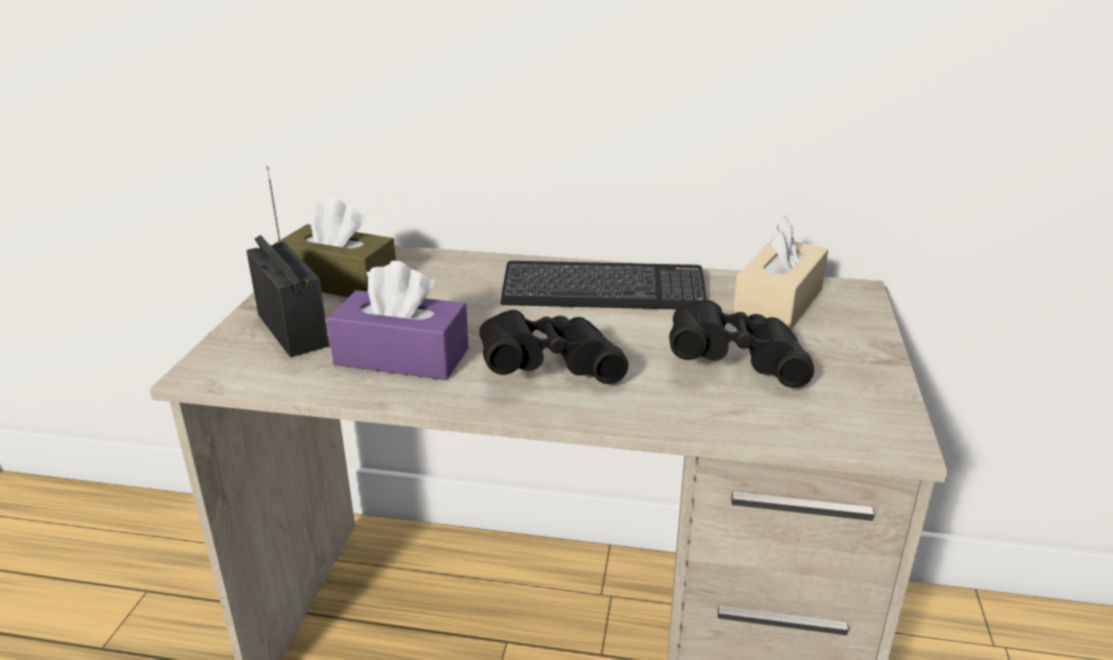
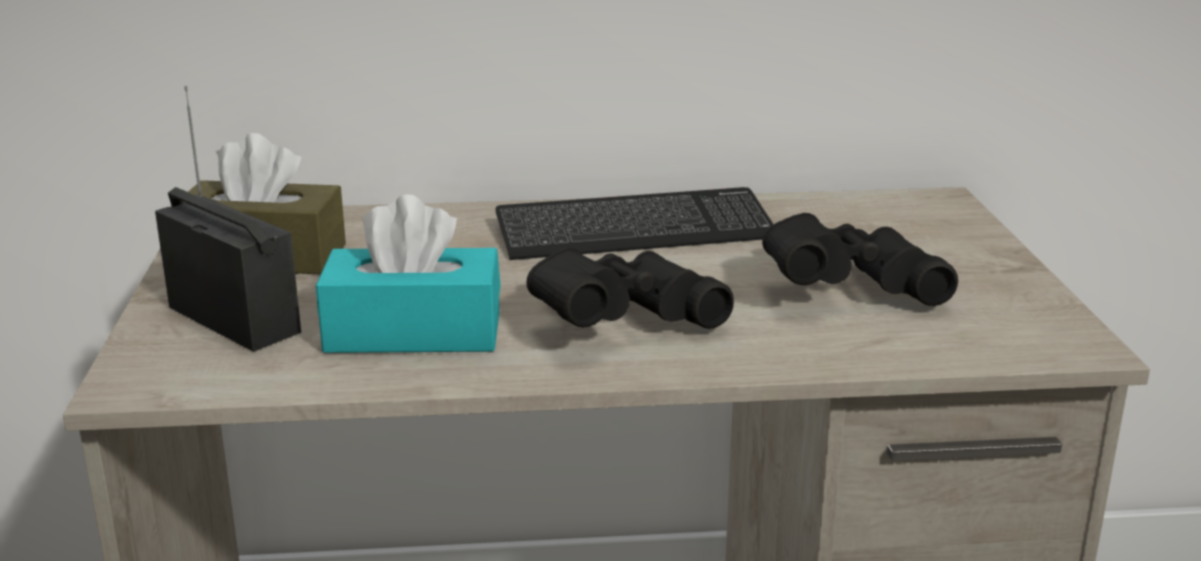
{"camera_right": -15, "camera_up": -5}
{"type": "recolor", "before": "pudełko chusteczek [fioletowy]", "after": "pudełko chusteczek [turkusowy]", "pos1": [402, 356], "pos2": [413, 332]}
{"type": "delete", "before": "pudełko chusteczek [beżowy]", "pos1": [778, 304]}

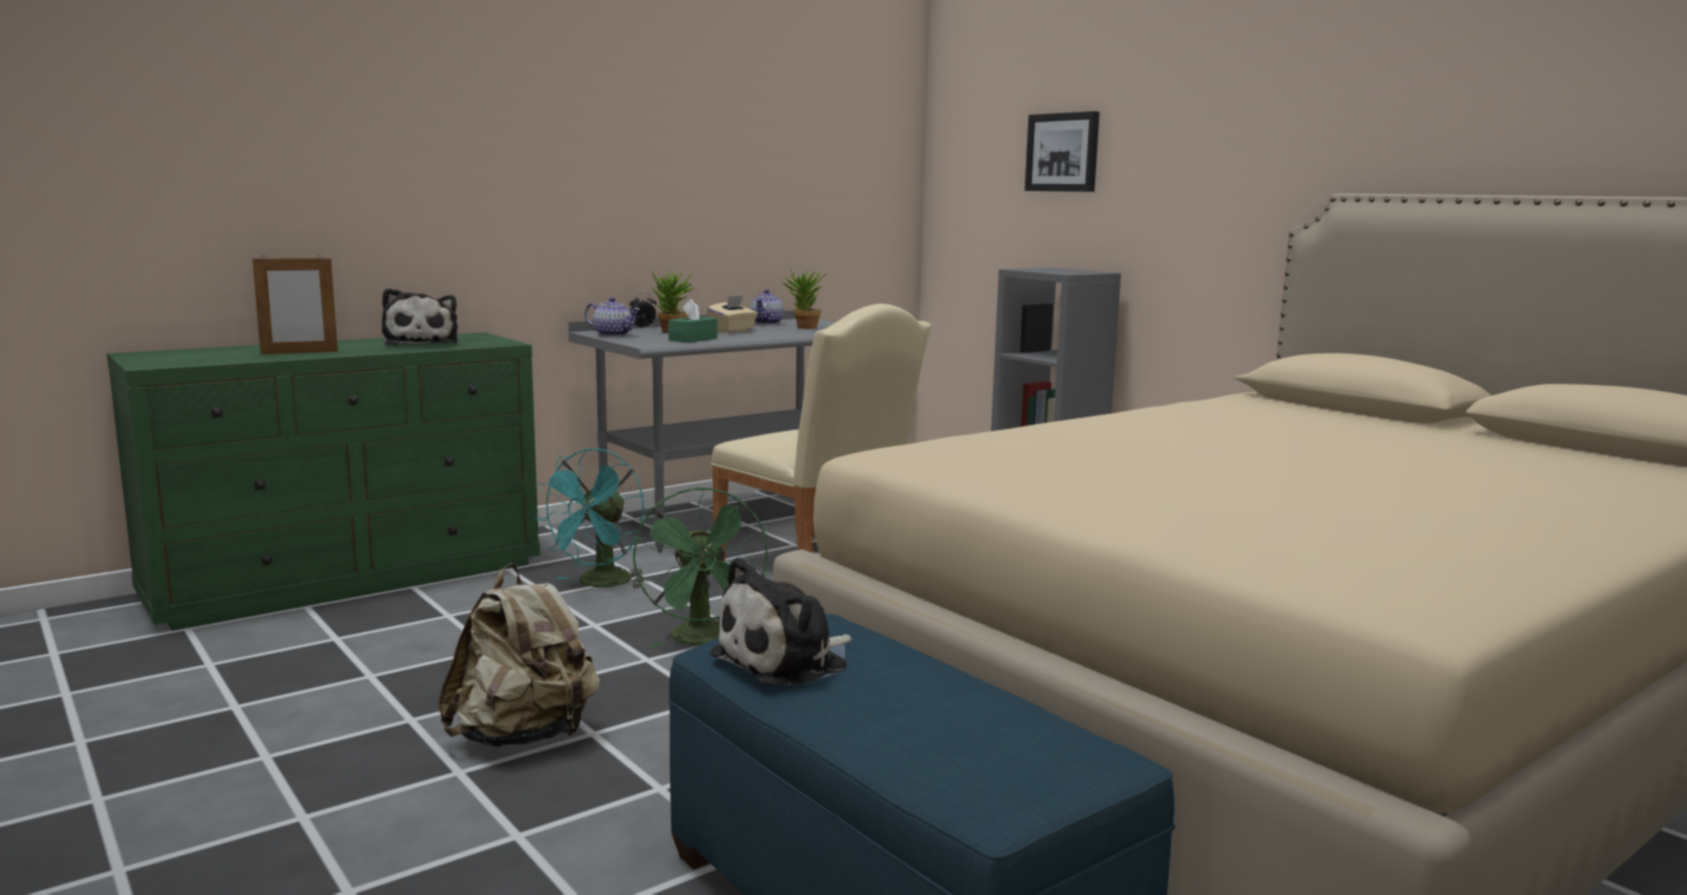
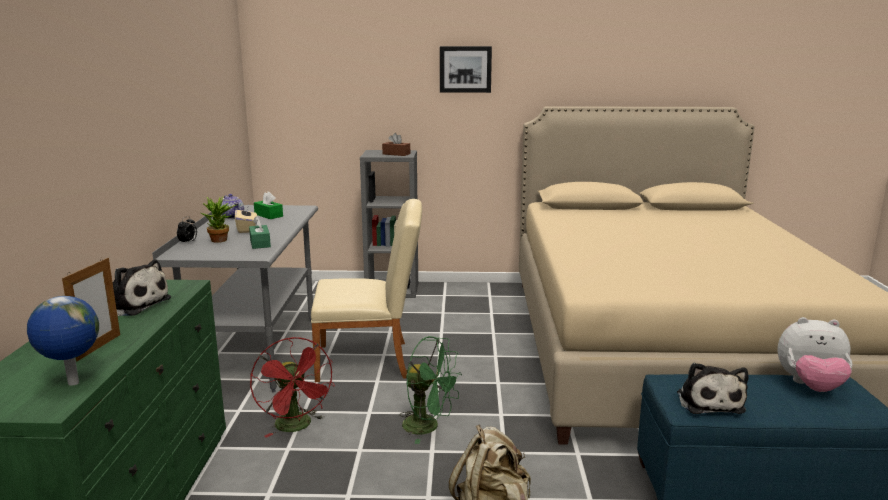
{"camera_right": -50, "camera_up": 5}
{"type": "insert", "after": "globus", "pos2": [72, 383]}
{"type": "recolor", "before": "wentylator [turkusowy]", "after": "wentylator [czerwony]", "pos1": [599, 584], "pos2": [297, 427]}
{"type": "replace", "before": "roślina doniczkowa", "after": "pudełko chusteczek [zielony]", "pos1": [803, 328], "pos2": [268, 215]}
{"type": "insert", "after": "pudełko chusteczek [brązowy]", "pos2": [396, 154]}
{"type": "move", "before": "obraz", "pos1": [1063, 152], "pos2": [465, 69]}
{"type": "insert", "after": "pluszak", "pos2": [810, 386]}
{"type": "delete", "before": "imbryk", "pos1": [613, 335]}

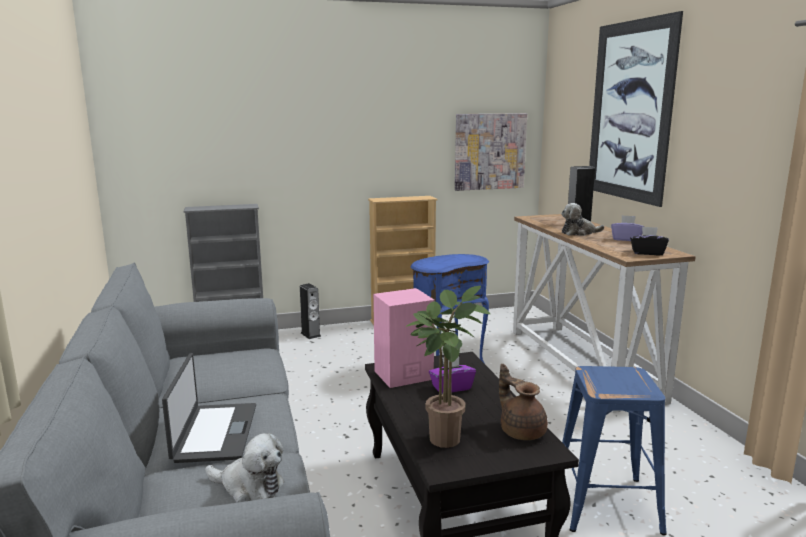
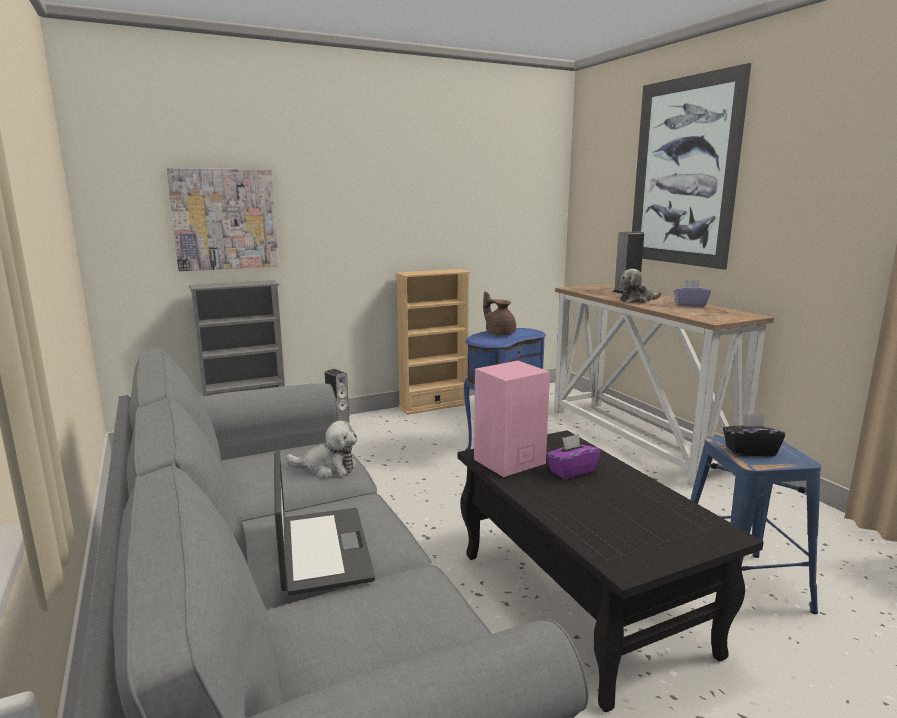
{"camera_right": -10, "camera_up": 0}
{"type": "move", "before": "obraz", "pos1": [489, 151], "pos2": [225, 219]}
{"type": "move", "before": "pluszak", "pos1": [249, 486], "pos2": [327, 467]}
{"type": "move", "before": "imbryk [brązowy]", "pos1": [521, 431], "pos2": [499, 333]}
{"type": "move", "before": "pudełko chusteczek [czarny]", "pos1": [647, 253], "pos2": [750, 451]}
{"type": "delete", "before": "roślina doniczkowa", "pos1": [443, 436]}

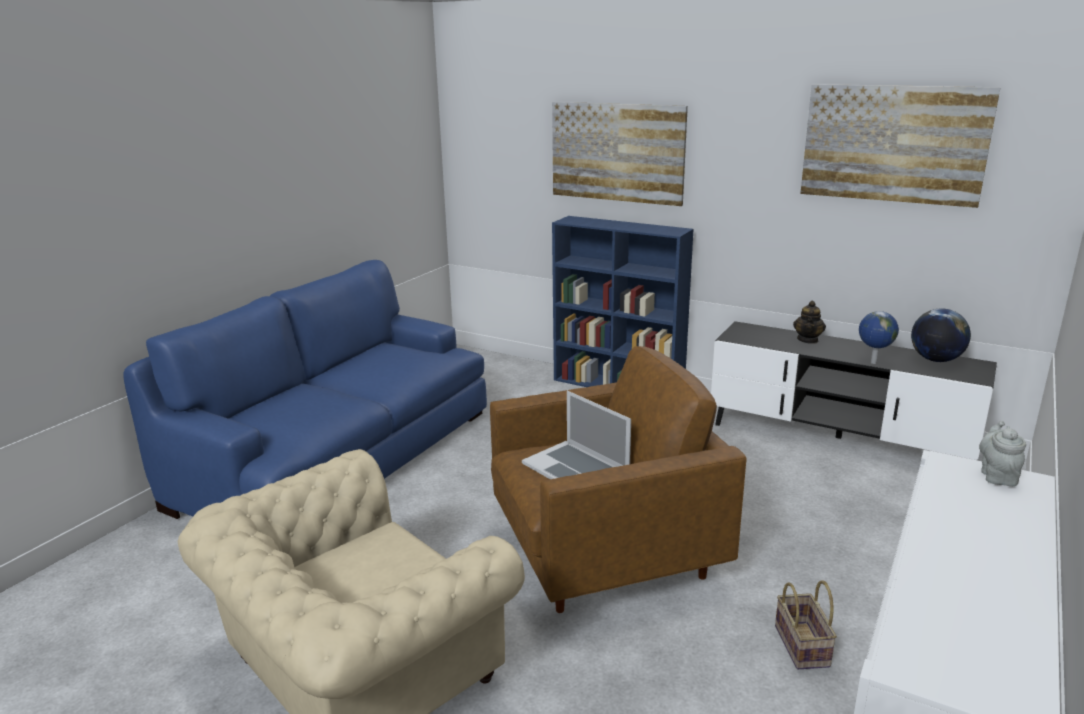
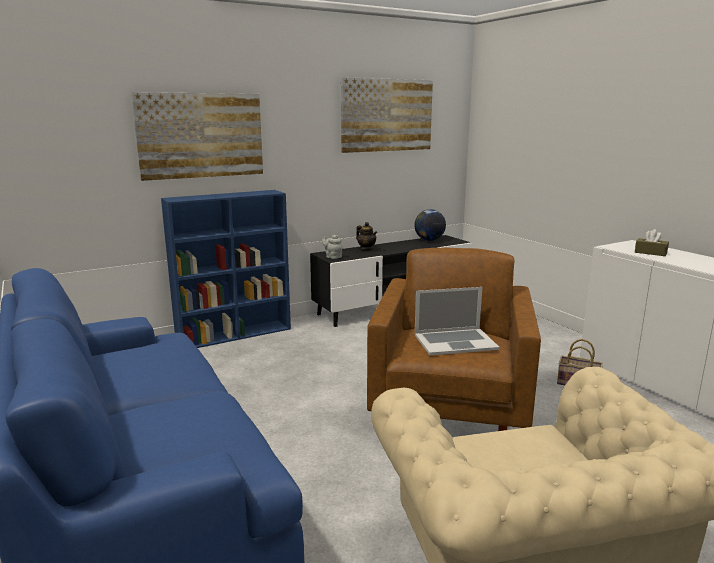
{"camera_right": -60, "camera_up": -5}
{"type": "move", "before": "imbryk [szary]", "pos1": [997, 476], "pos2": [332, 257]}
{"type": "insert", "after": "pudełko chusteczek [brązowy]", "pos2": [650, 253]}
{"type": "delete", "before": "globus", "pos1": [873, 362]}

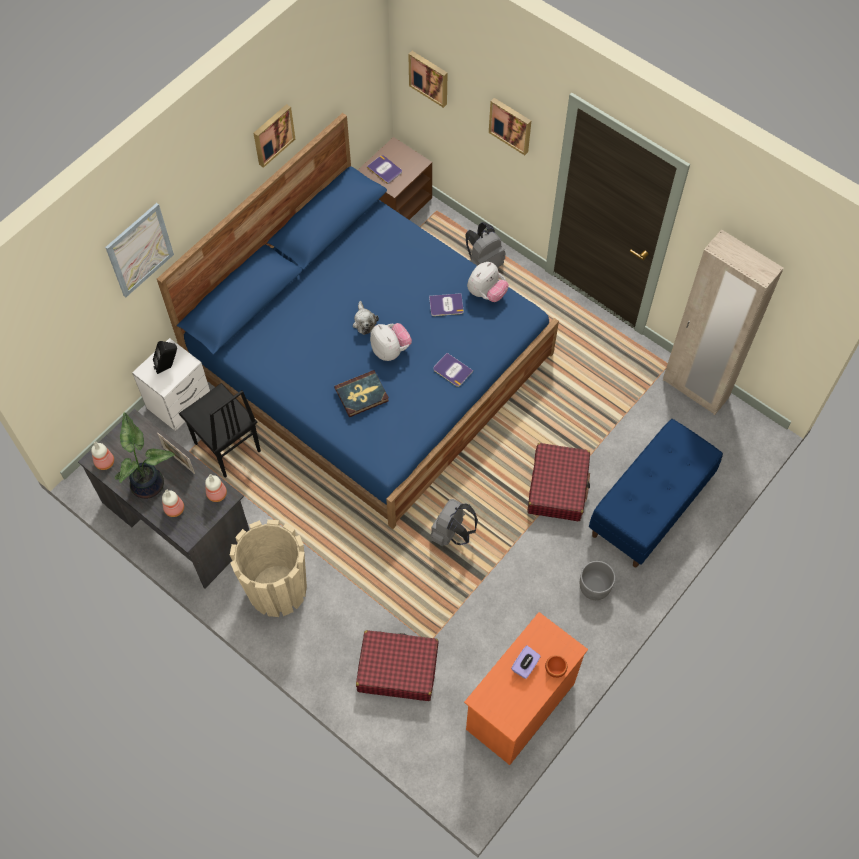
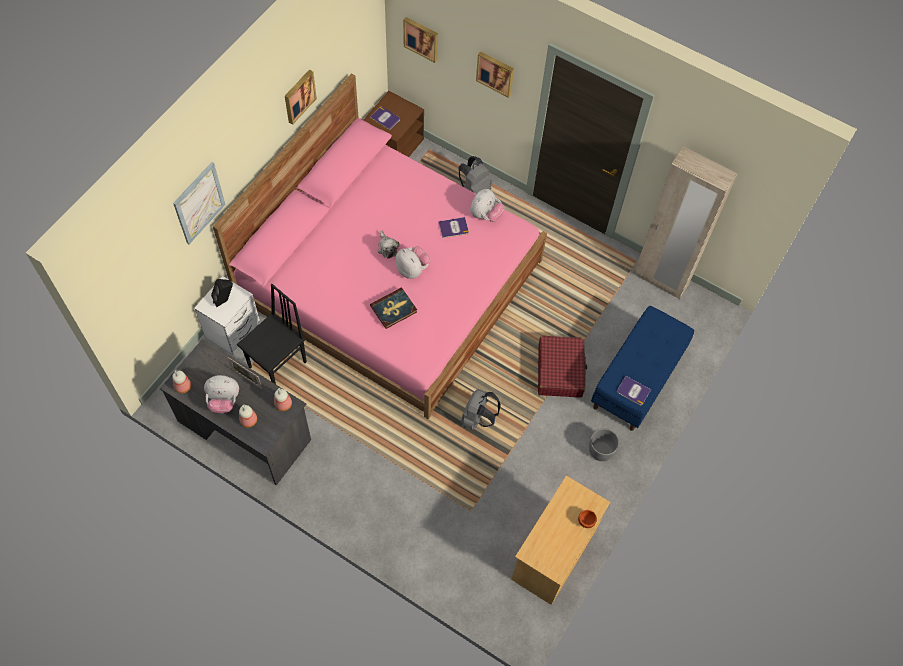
{"camera_right": -10, "camera_up": 0}
{"type": "replace", "before": "roślina doniczkowa", "after": "pluszak", "pos1": [149, 483], "pos2": [224, 400]}
{"type": "recolor", "before": "łóżko [niebieski]", "after": "łóżko [różowy]", "pos1": [370, 361], "pos2": [390, 280]}
{"type": "rotate", "before": "krzesło [czarny]", "pos1": [227, 448], "pos2": [279, 365], "turn": -90}
{"type": "recolor", "before": "komoda [pomarańczowy]", "after": "komoda [beżowy]", "pos1": [519, 707], "pos2": [553, 556]}
{"type": "move", "before": "książka", "pos1": [452, 370], "pos2": [633, 391]}
{"type": "delete", "before": "donica [beżowy]", "pos1": [277, 589]}
{"type": "delete", "before": "walizka [czerwony]", "pos1": [397, 669]}
{"type": "delete", "before": "pudełko chusteczek [fioletowy]", "pos1": [525, 666]}

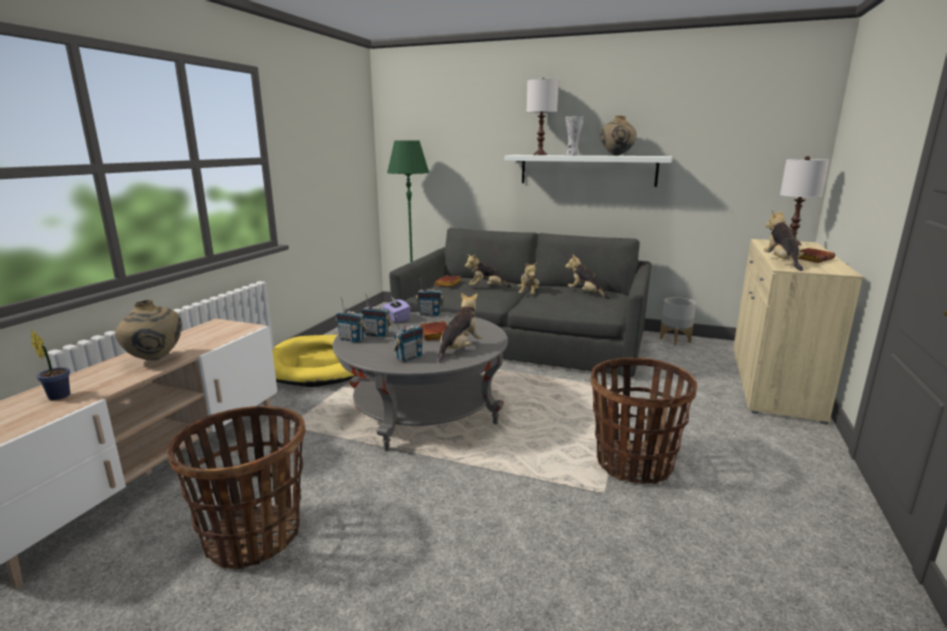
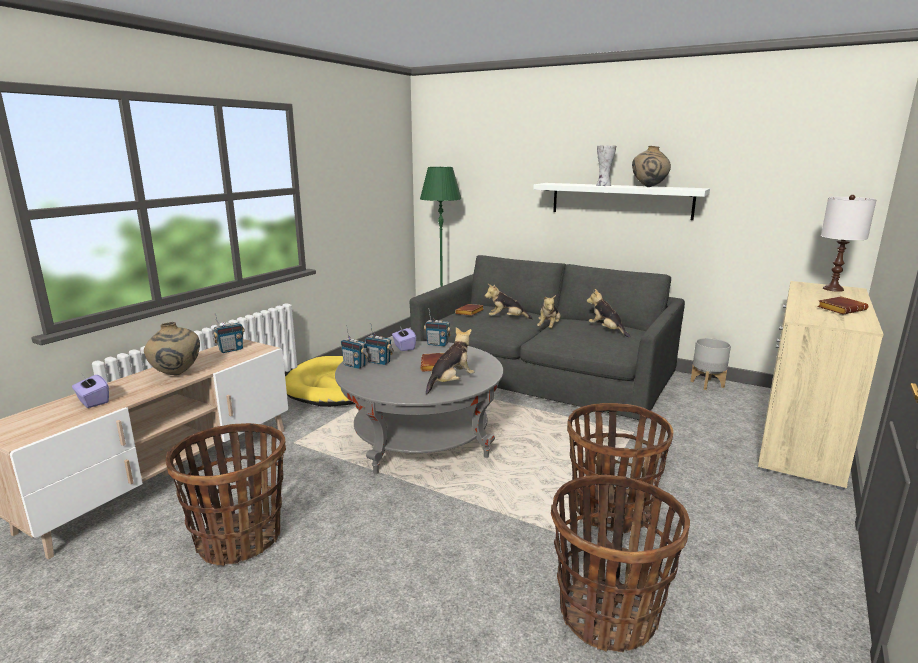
{"camera_right": 10, "camera_up": 0}
{"type": "replace", "before": "roślina doniczkowa", "after": "pudełko chusteczek [fioletowy]", "pos1": [58, 395], "pos2": [93, 401]}
{"type": "move", "before": "radio", "pos1": [409, 357], "pos2": [231, 350]}
{"type": "insert", "after": "koszyk", "pos2": [608, 615]}
{"type": "delete", "before": "lampa stołowa [biały]", "pos1": [540, 155]}
{"type": "delete", "before": "pluszak", "pos1": [781, 263]}

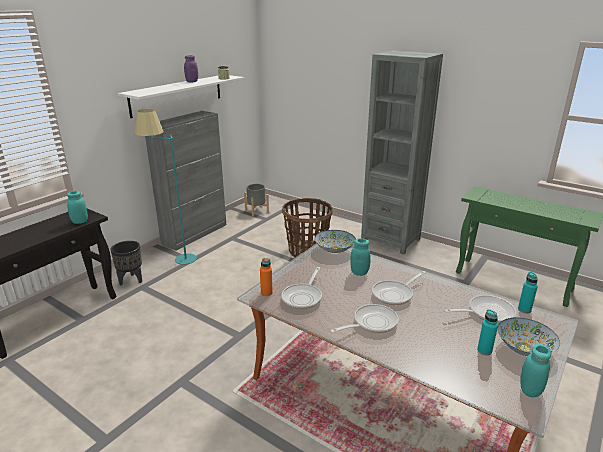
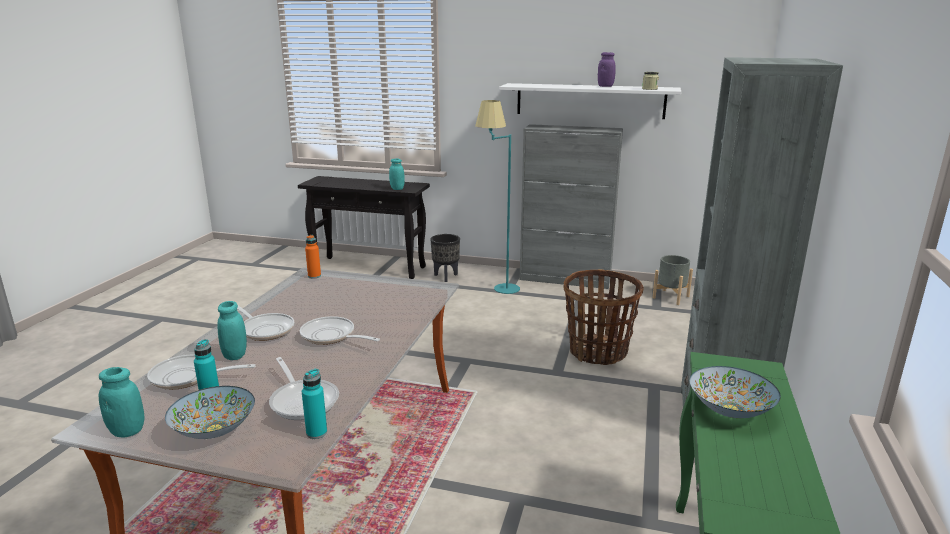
{"camera_right": 70, "camera_up": -5}
{"type": "move", "before": "patelnia", "pos1": [303, 297], "pos2": [188, 377]}
{"type": "move", "before": "słoik [turkusowy]", "pos1": [359, 272], "pos2": [235, 355]}
{"type": "move", "before": "miska", "pos1": [334, 249], "pos2": [730, 409]}

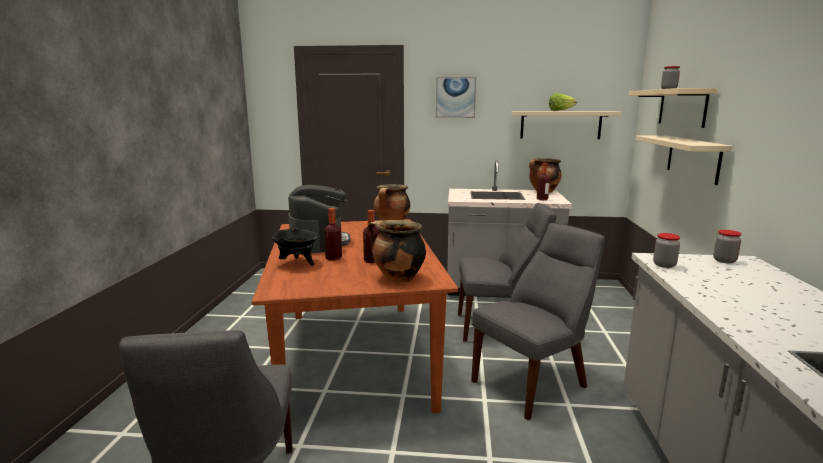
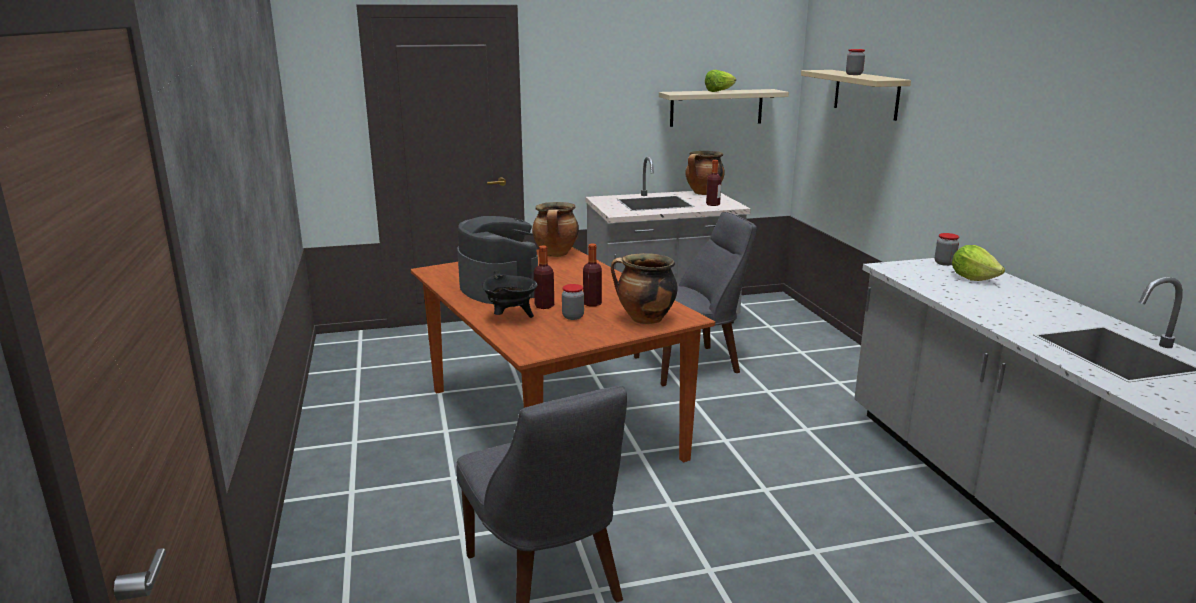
{"camera_right": -20, "camera_up": 5}
{"type": "move", "before": "słoik", "pos1": [664, 265], "pos2": [573, 317]}
{"type": "insert", "after": "sałata", "pos2": [973, 278]}
{"type": "delete", "before": "obraz", "pos1": [455, 97]}
{"type": "delete", "before": "krzesło [szary]", "pos1": [533, 383]}
{"type": "delete", "before": "półka [beżowy]", "pos1": [693, 158]}

